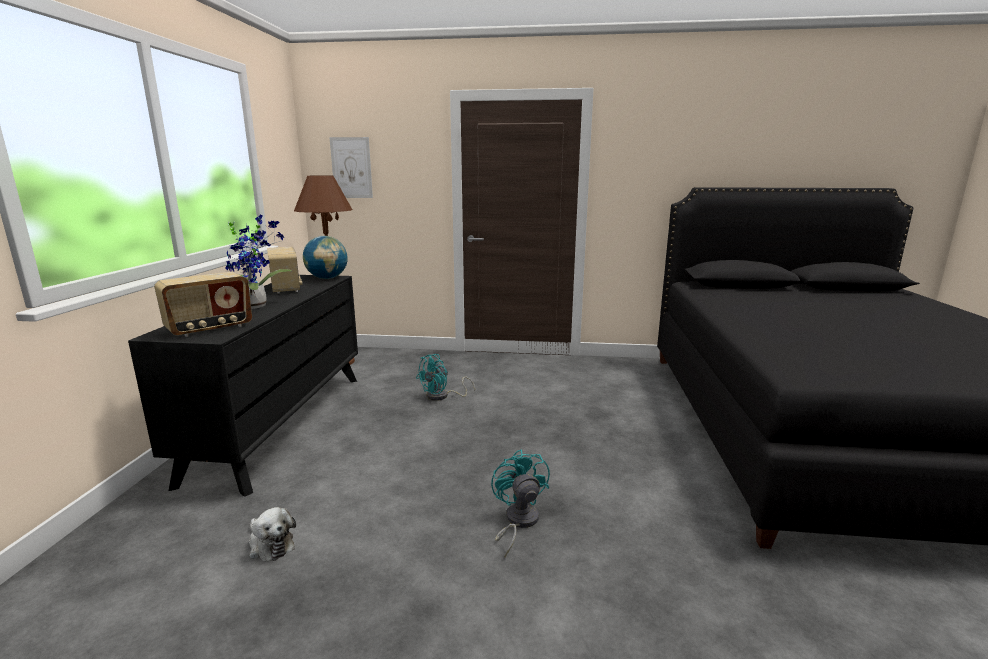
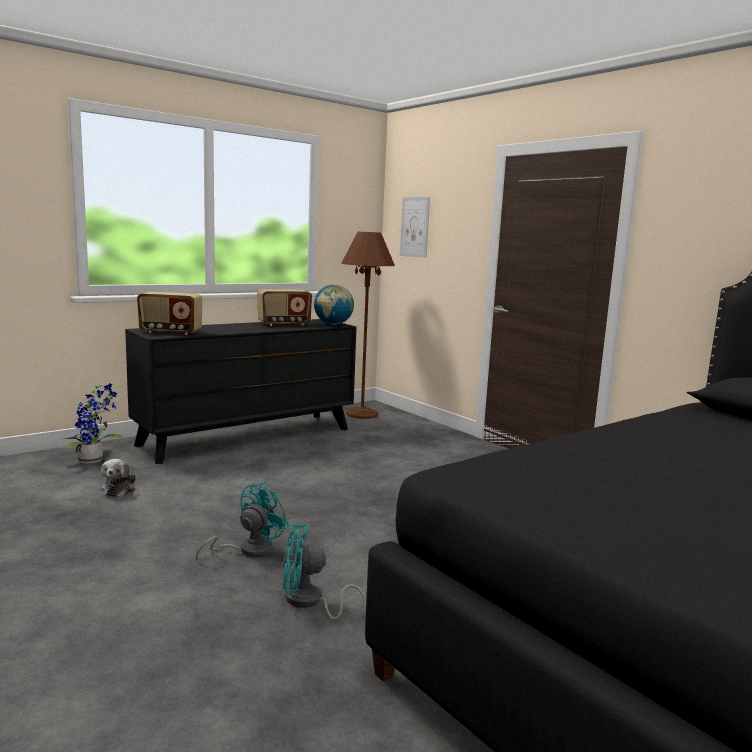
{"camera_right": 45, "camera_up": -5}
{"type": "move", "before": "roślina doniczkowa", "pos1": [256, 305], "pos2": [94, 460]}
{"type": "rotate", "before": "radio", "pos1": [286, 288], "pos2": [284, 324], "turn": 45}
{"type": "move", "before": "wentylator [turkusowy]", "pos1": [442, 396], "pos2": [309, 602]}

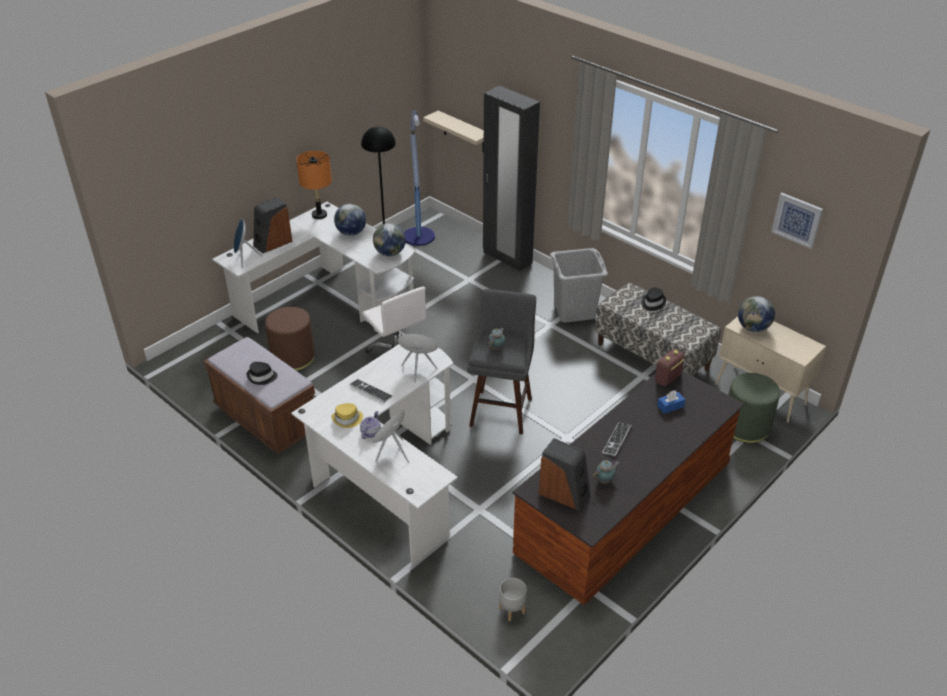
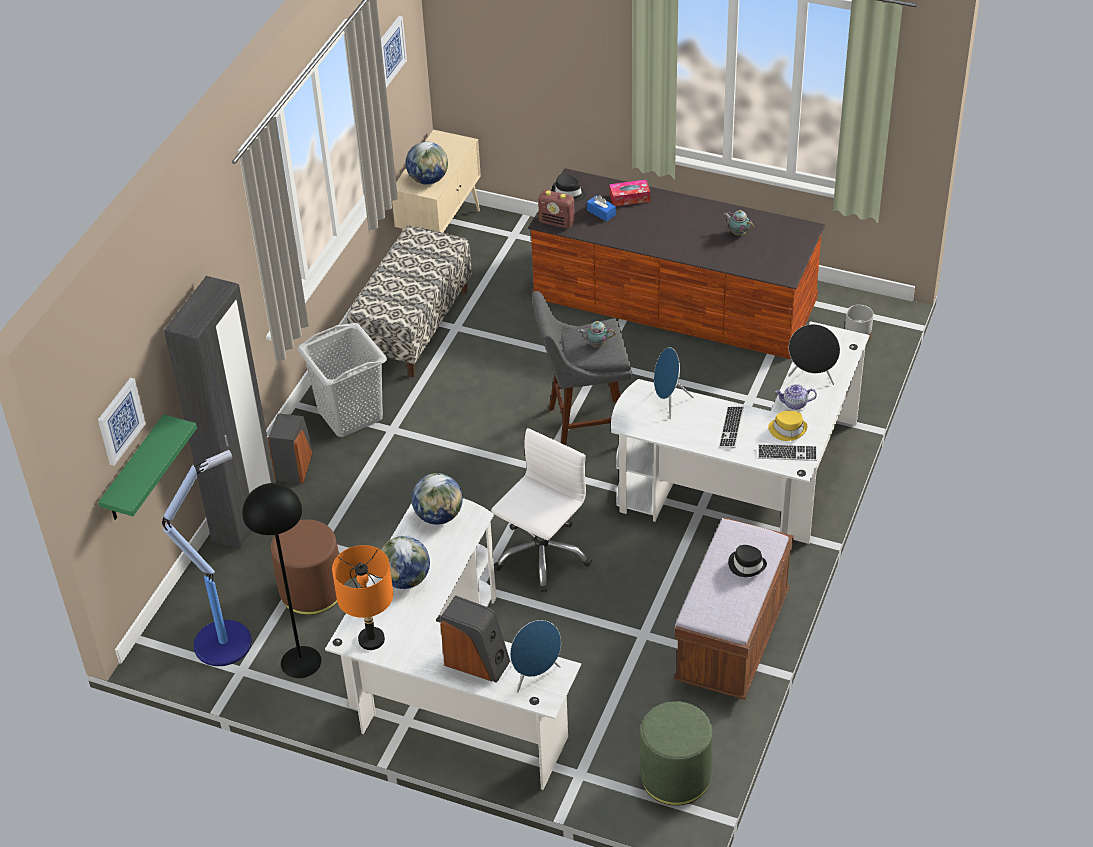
{"camera_right": -110, "camera_up": 5}
{"type": "insert", "after": "obraz", "pos2": [120, 421]}
{"type": "recolor", "before": "półka [beżowy]", "after": "półka [zielony]", "pos1": [464, 132], "pos2": [135, 471]}
{"type": "move", "before": "głośnik", "pos1": [564, 494], "pos2": [294, 465]}
{"type": "move", "before": "pufa [brązowy]", "pos1": [293, 357], "pos2": [311, 591]}
{"type": "move", "before": "kapelusz [czarny]", "pos1": [652, 303], "pos2": [568, 193]}
{"type": "insert", "after": "pudełko chusteczek", "pos2": [629, 198]}
{"type": "move", "before": "pufa [zielony]", "pos1": [745, 427], "pos2": [675, 777]}
{"type": "move", "before": "klawiatura", "pos1": [616, 440], "pos2": [787, 453]}

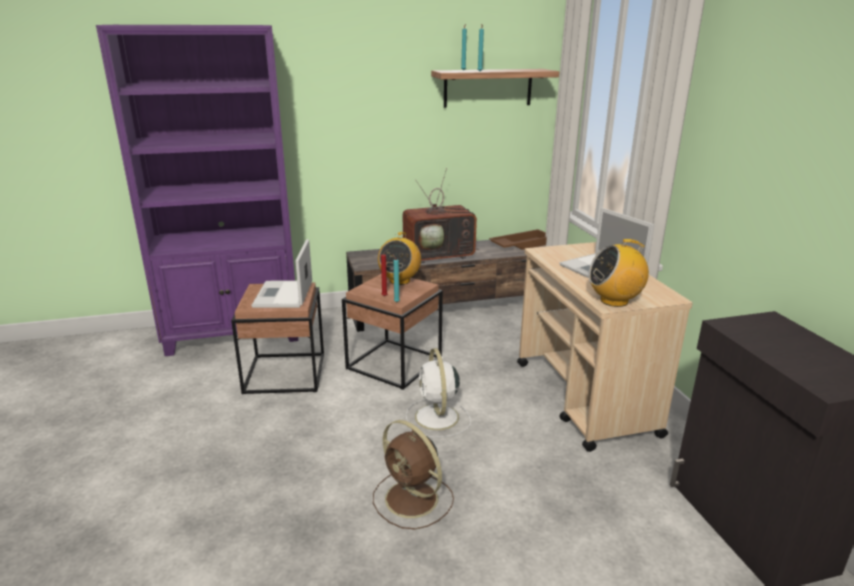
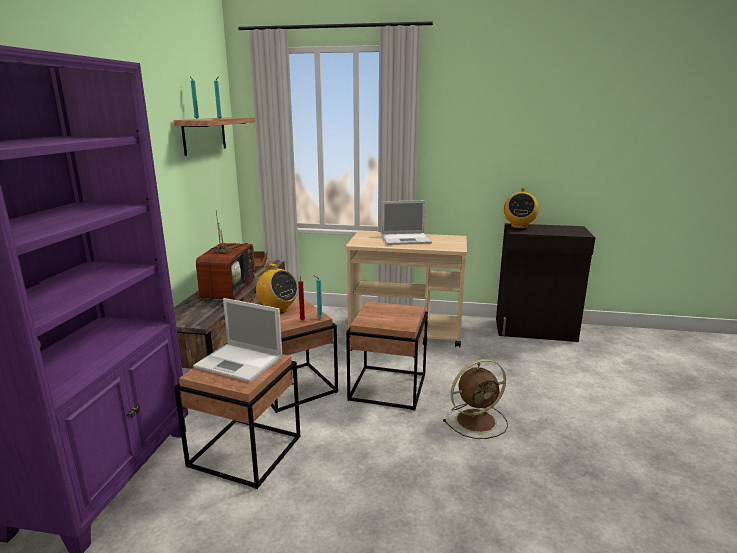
{"camera_right": -65, "camera_up": -5}
{"type": "replace", "before": "wentylator [biały]", "after": "stolik [brązowy]", "pos1": [437, 418], "pos2": [389, 387]}
{"type": "move", "before": "radio", "pos1": [614, 301], "pos2": [519, 226]}

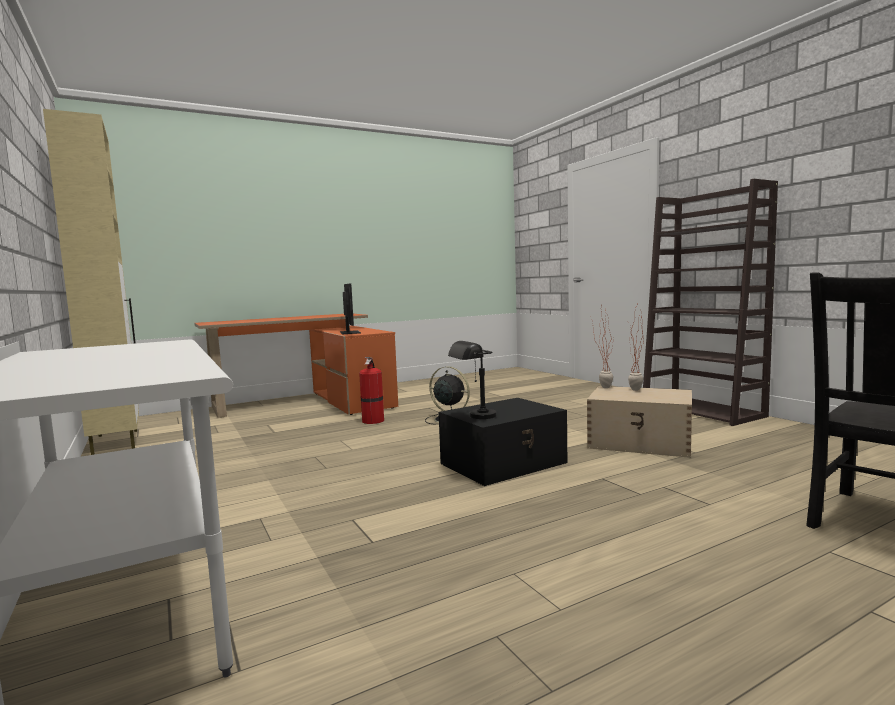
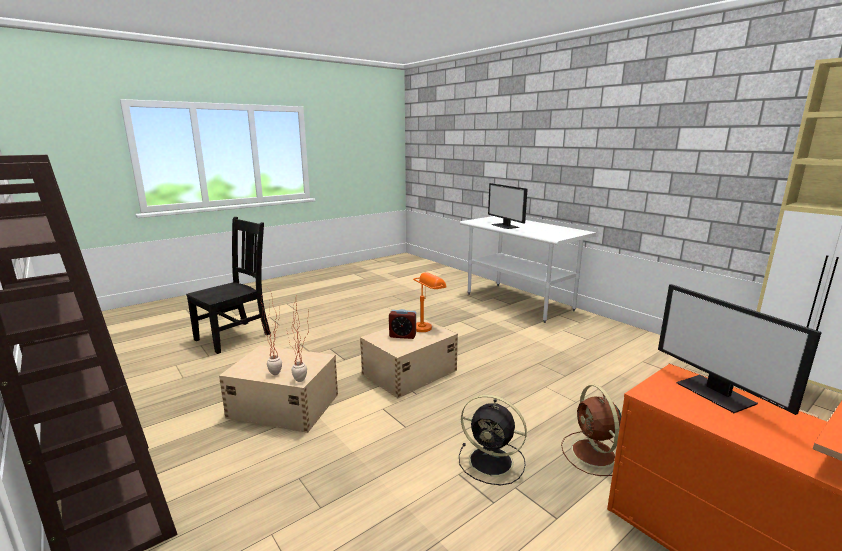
{"camera_right": 170, "camera_up": 10}
{"type": "recolor", "before": "pojemnik do przechowywania [czarny]", "after": "pojemnik do przechowywania [beżowy]", "pos1": [504, 463], "pos2": [408, 372]}
{"type": "insert", "after": "budzik", "pos2": [402, 336]}
{"type": "recolor", "before": "lampa stołowa [czarny]", "after": "lampa stołowa [pomarańczowy]", "pos1": [474, 417], "pos2": [427, 326]}
{"type": "insert", "after": "monitor", "pos2": [505, 226]}
{"type": "replace", "before": "gaśnica", "after": "wentylator [brązowy]", "pos1": [373, 420], "pos2": [594, 454]}

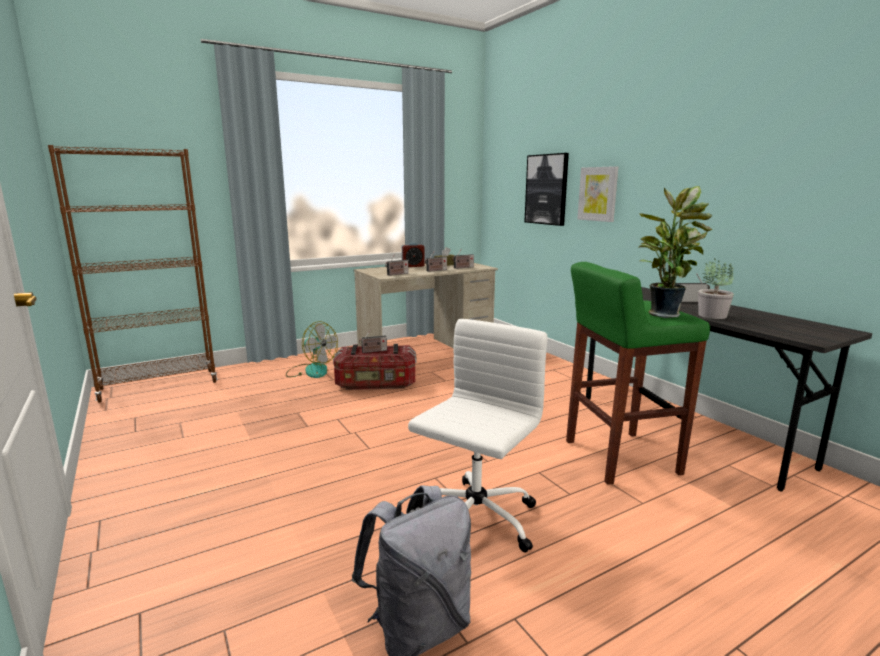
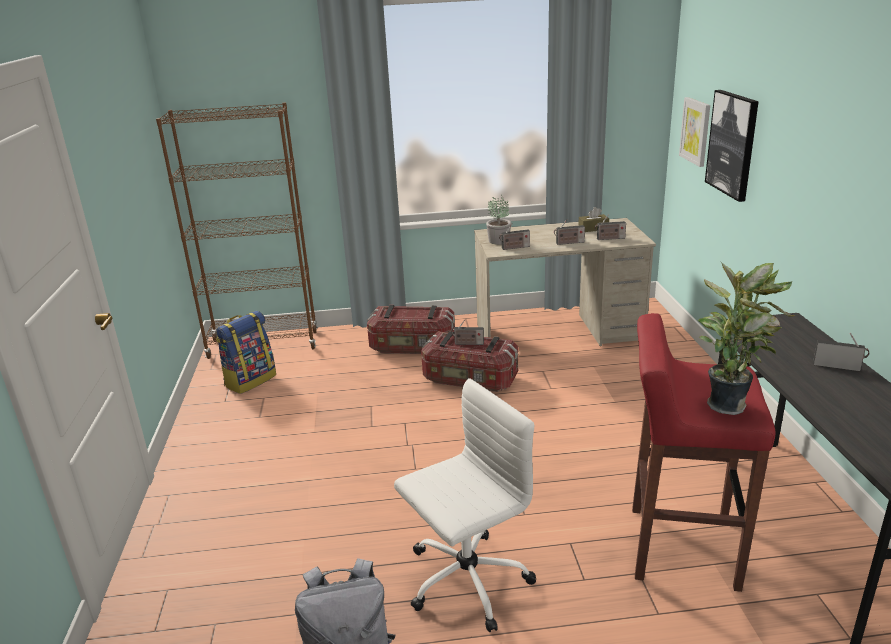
{"camera_right": 25, "camera_up": 10}
{"type": "insert", "after": "plecak", "pos2": [250, 380]}
{"type": "replace", "before": "wentylator", "after": "pojemnik do przechowywania", "pos1": [311, 370], "pos2": [412, 347]}
{"type": "move", "before": "roślina doniczkowa", "pos1": [711, 315], "pos2": [498, 240]}
{"type": "recolor", "before": "stołek [zielony]", "after": "stołek [czerwony]", "pos1": [619, 457], "pos2": [680, 547]}
{"type": "move", "before": "obraz", "pos1": [598, 194], "pos2": [695, 131]}
{"type": "delete", "before": "budzik", "pos1": [413, 266]}

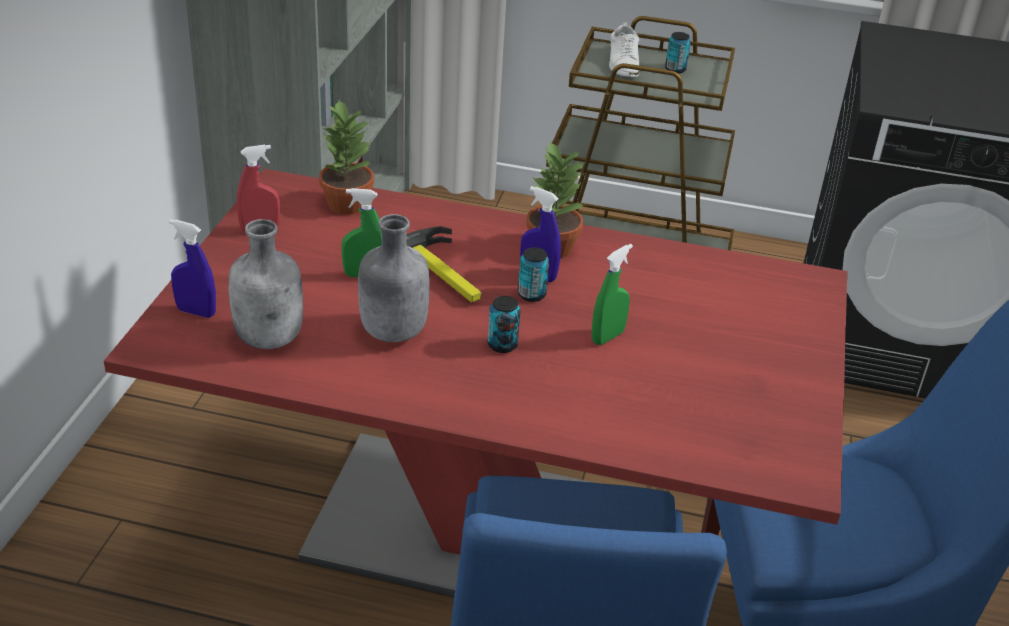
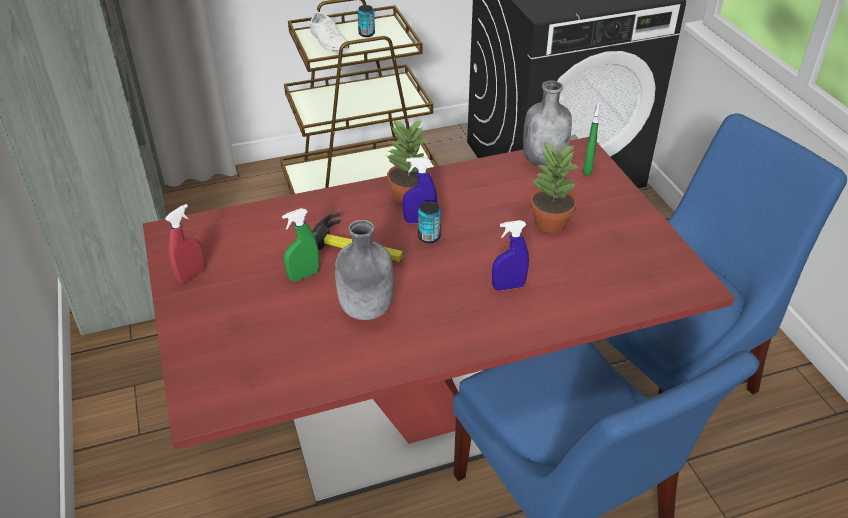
{"camera_right": -30, "camera_up": 5}
{"type": "move", "before": "spryskiwacz [niebieski]", "pos1": [196, 312], "pos2": [508, 286]}
{"type": "move", "before": "butelka [szary]", "pos1": [271, 338], "pos2": [544, 160]}
{"type": "move", "before": "roślina doniczkowa", "pos1": [346, 204], "pos2": [549, 222]}
{"type": "move", "before": "spryskiwacz [zielony]", "pos1": [607, 337], "pos2": [588, 168]}
{"type": "delete", "before": "puszka", "pos1": [502, 345]}

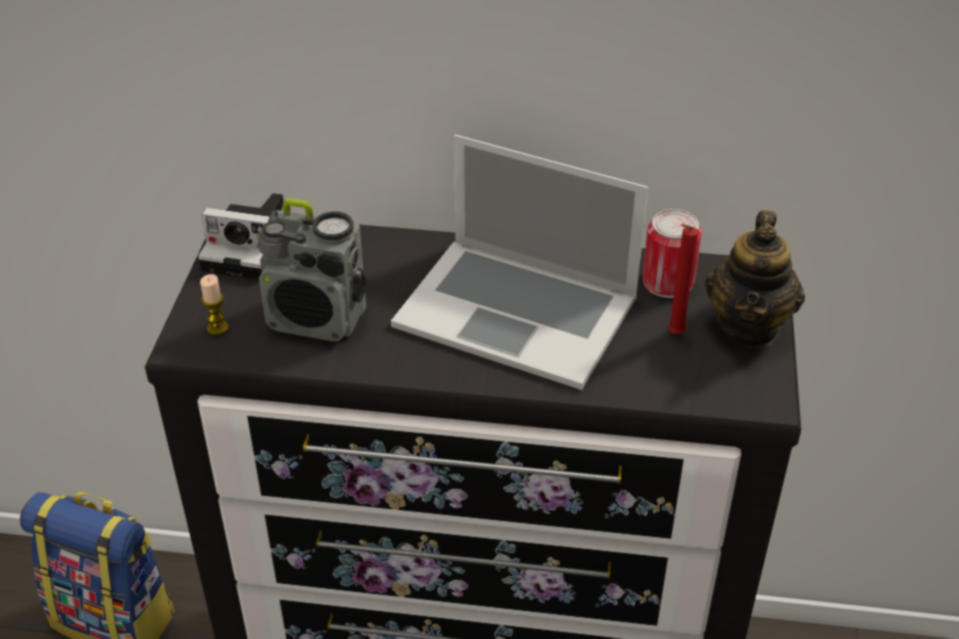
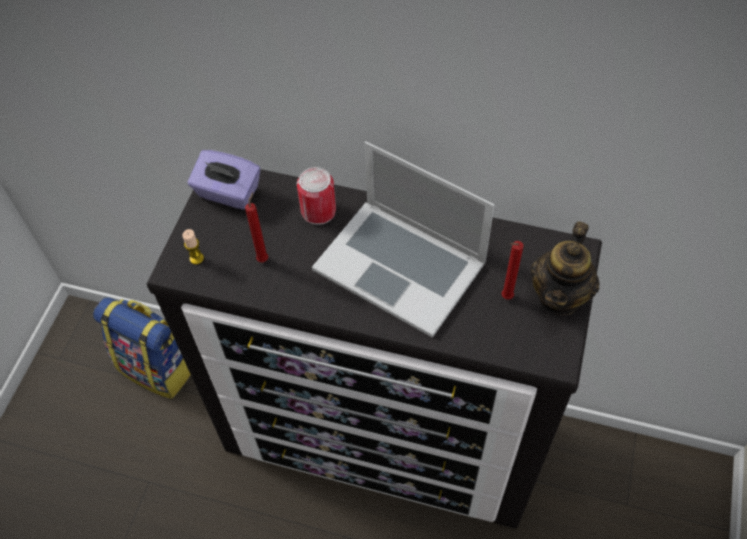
{"camera_right": 10, "camera_up": 15}
{"type": "replace", "before": "aparat fotograficzny", "after": "pudełko chusteczek [fioletowy]", "pos1": [252, 249], "pos2": [228, 193]}
{"type": "replace", "before": "radio", "after": "świeca [czerwony]", "pos1": [317, 319], "pos2": [263, 258]}
{"type": "move", "before": "puszka", "pos1": [667, 281], "pos2": [318, 211]}

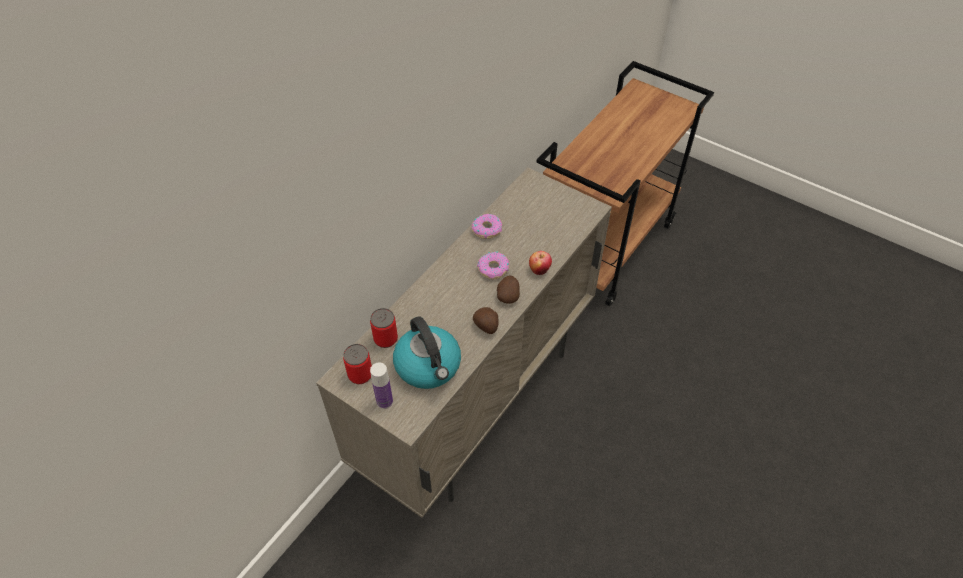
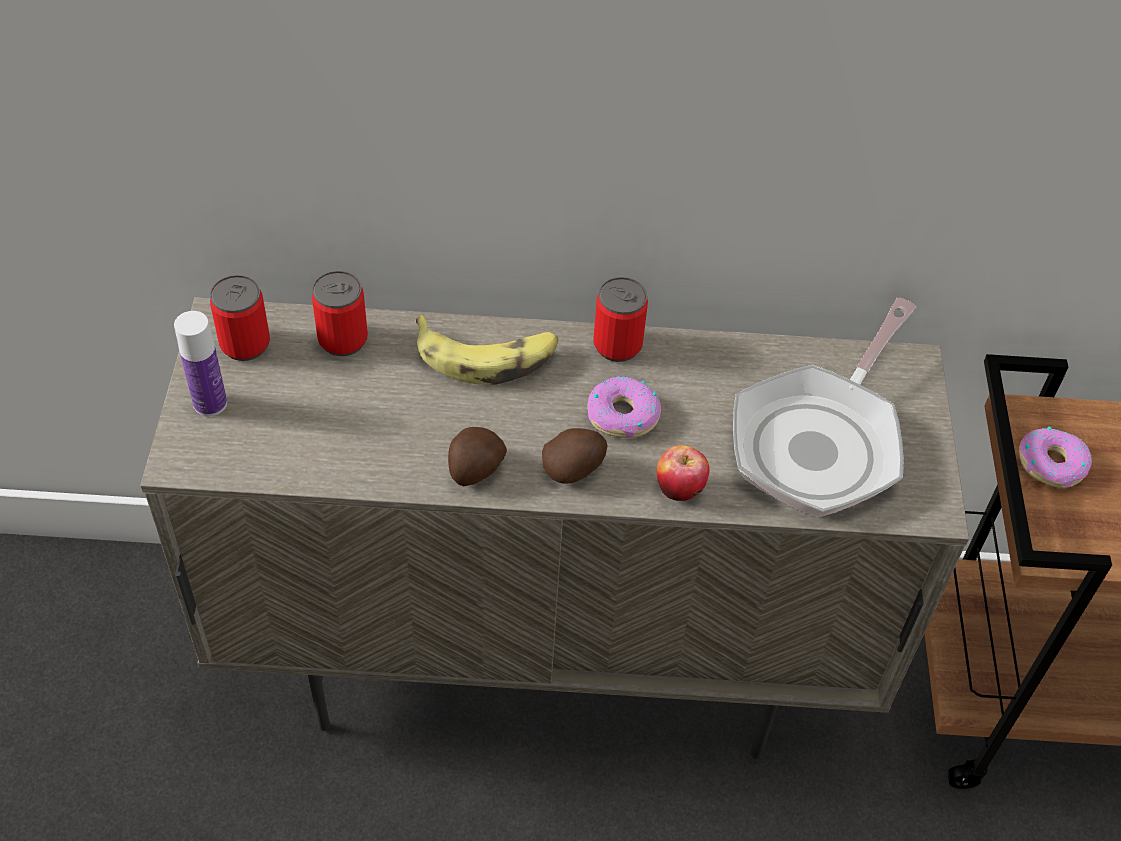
{"camera_right": 55, "camera_up": 0}
{"type": "insert", "after": "banan", "pos2": [487, 356]}
{"type": "insert", "after": "puszka", "pos2": [617, 345]}
{"type": "insert", "after": "patelnia", "pos2": [821, 441]}
{"type": "move", "before": "donut", "pos1": [486, 229], "pos2": [1051, 463]}
{"type": "delete", "before": "czajnik", "pos1": [429, 366]}

